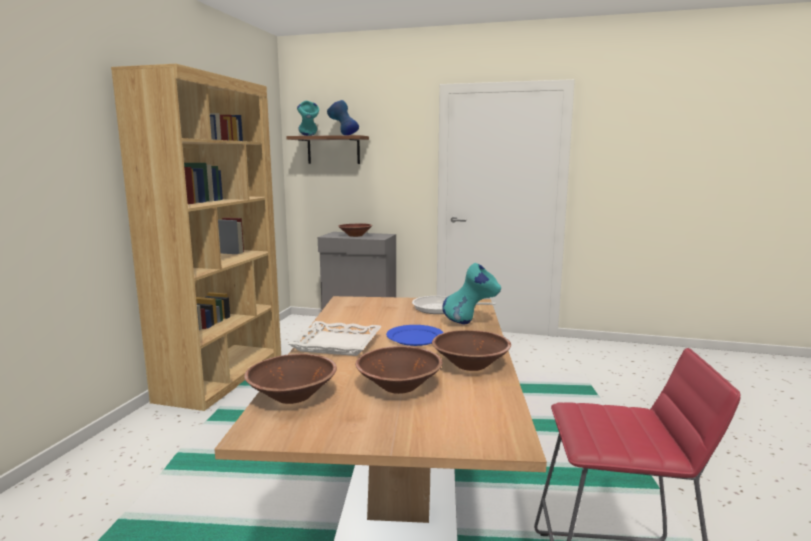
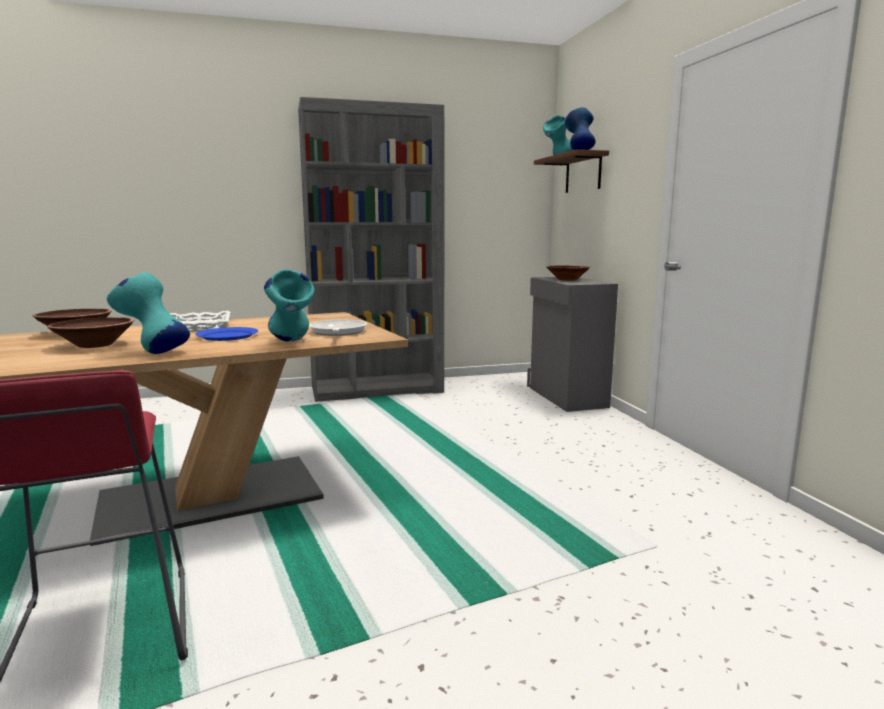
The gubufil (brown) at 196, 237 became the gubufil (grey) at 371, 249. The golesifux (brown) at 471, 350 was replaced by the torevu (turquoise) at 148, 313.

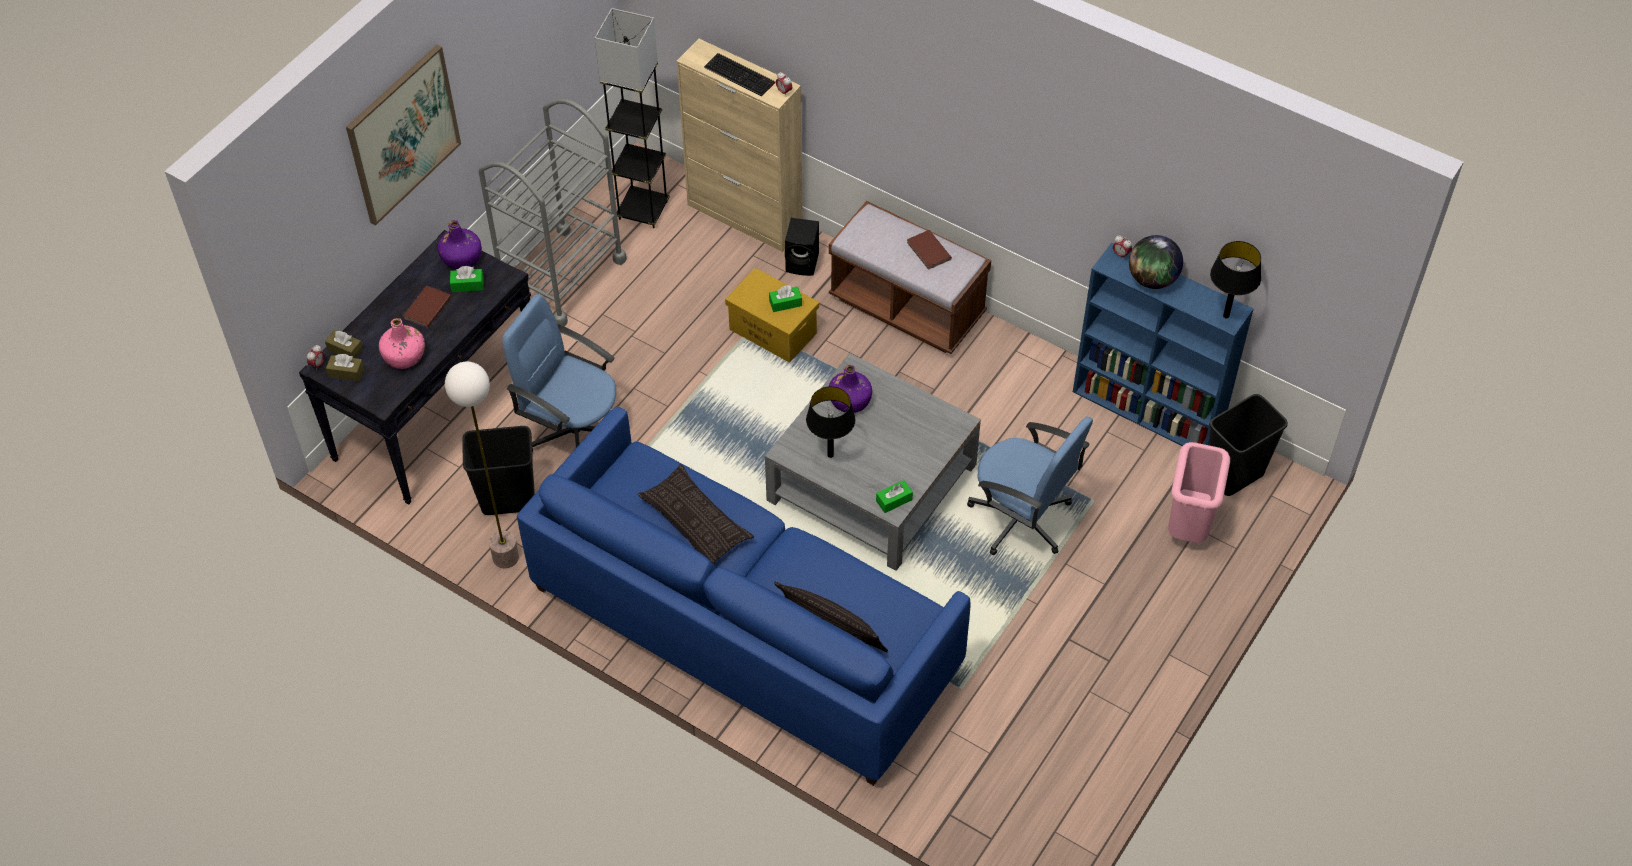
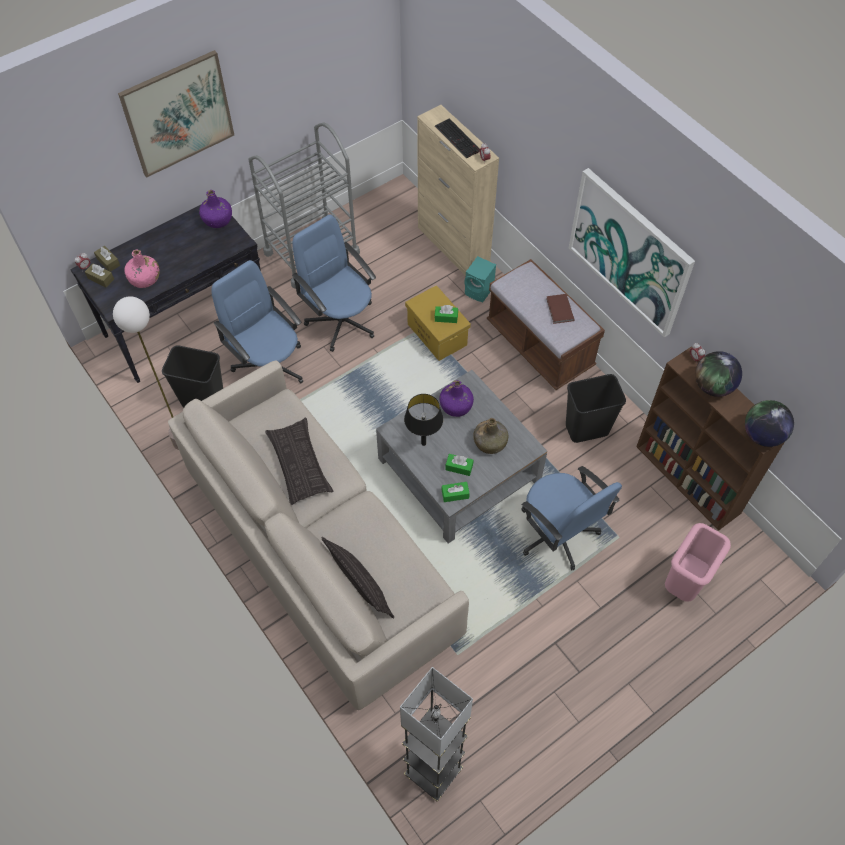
The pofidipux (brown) at 427, 306 disappeared. The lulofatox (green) moved from 467, 279 to 459, 465. The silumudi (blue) at 744, 596 became the silumudi (beige) at 318, 535. The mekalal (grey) moved from 632, 118 to 436, 734. The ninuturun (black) at 802, 247 became the ninuturun (turquoise) at 480, 279. The gubufil (blue) at 1163, 344 became the gubufil (brown) at 710, 438. The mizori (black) moved from 1248, 445 to 596, 408. The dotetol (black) at 1235, 279 was replaced by the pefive at 769, 423. The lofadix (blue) at 334, 283 appeared. The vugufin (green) at 490, 436 appeared. The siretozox at 632, 253 appeared.

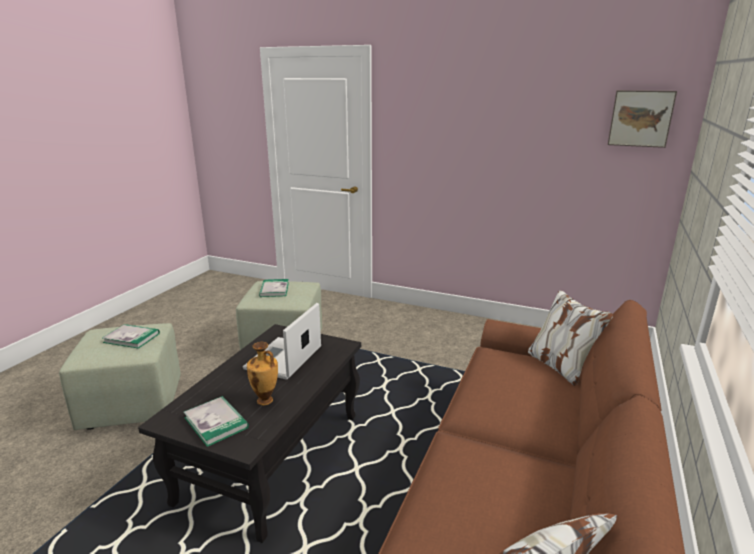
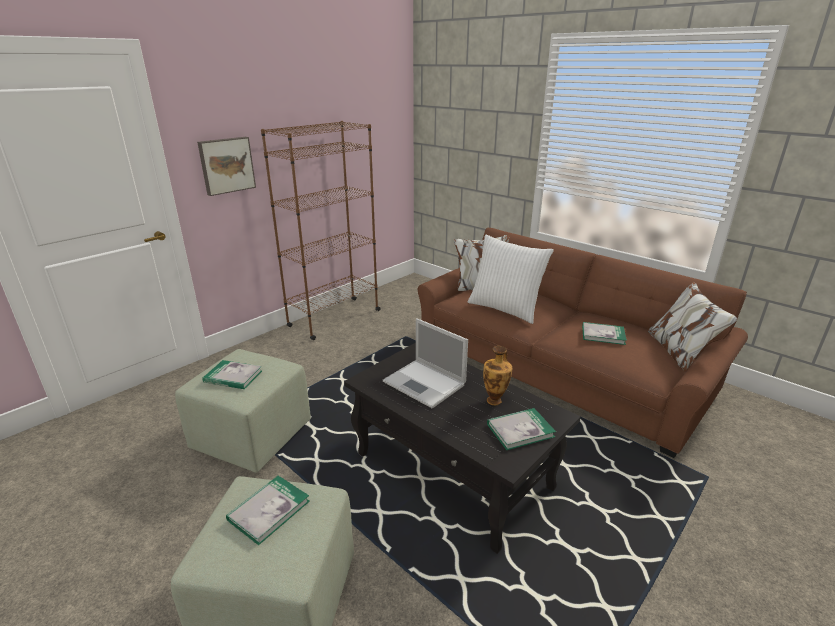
The siretozox moved from 642, 119 to 226, 166. The gubufil (brown) at 320, 230 appeared. The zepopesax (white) at 511, 279 appeared. The pofidipux at 604, 333 appeared.

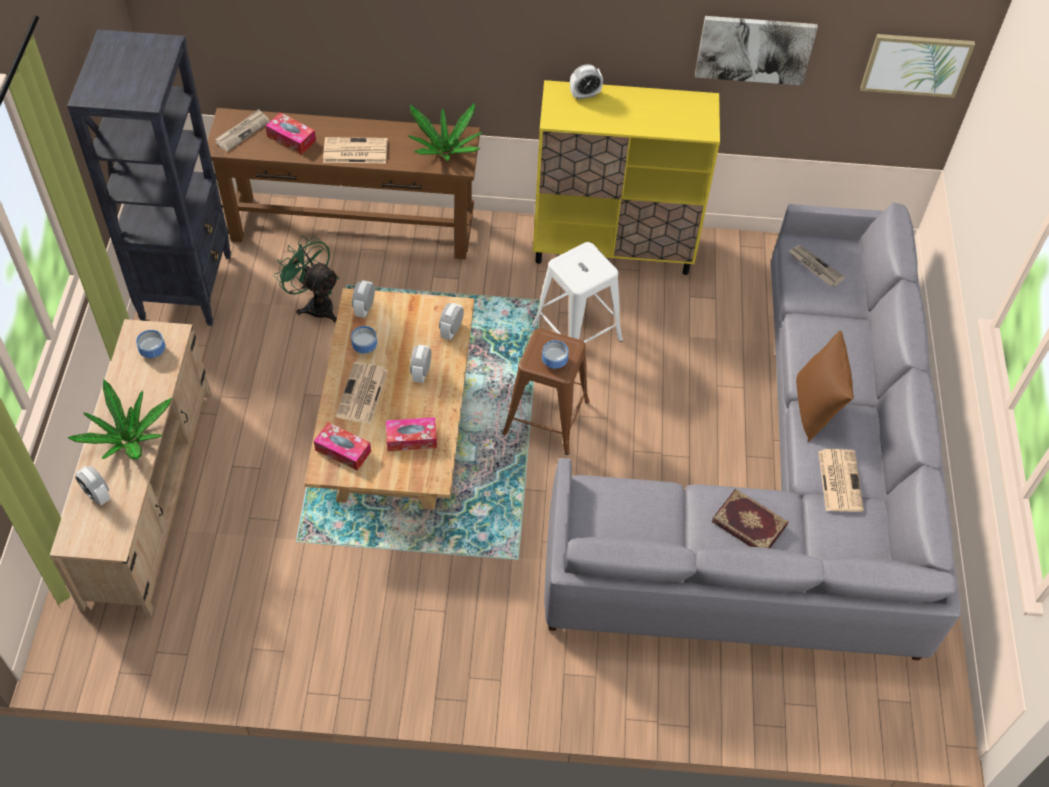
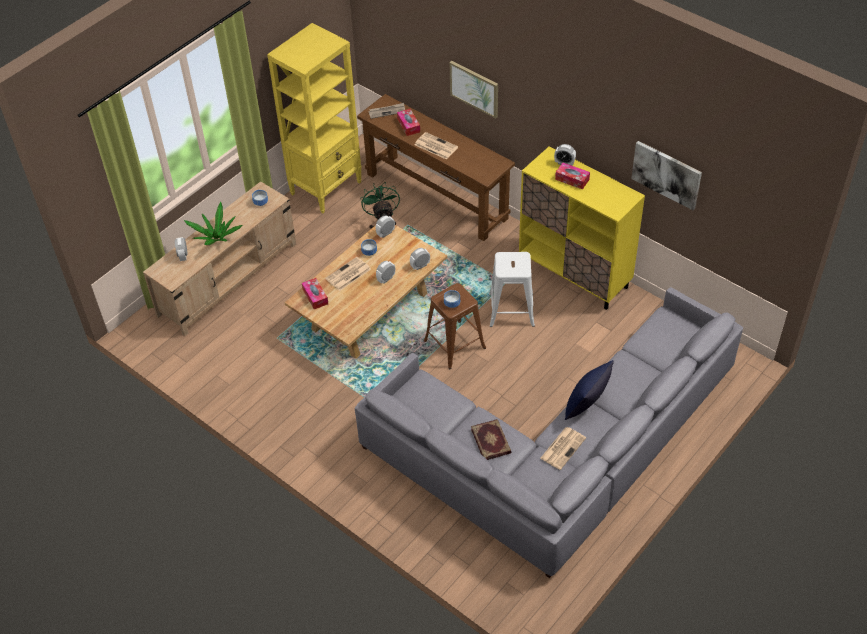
The gubufil (black) at 149, 177 became the gubufil (yellow) at 314, 118. The lulofatox moved from 411, 434 to 572, 176. The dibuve at 445, 132 disappeared. The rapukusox at 817, 266 disappeared. The zepopesax (brown) at 825, 386 became the zepopesax (blue) at 589, 390. The siretozox moved from 917, 66 to 474, 90.

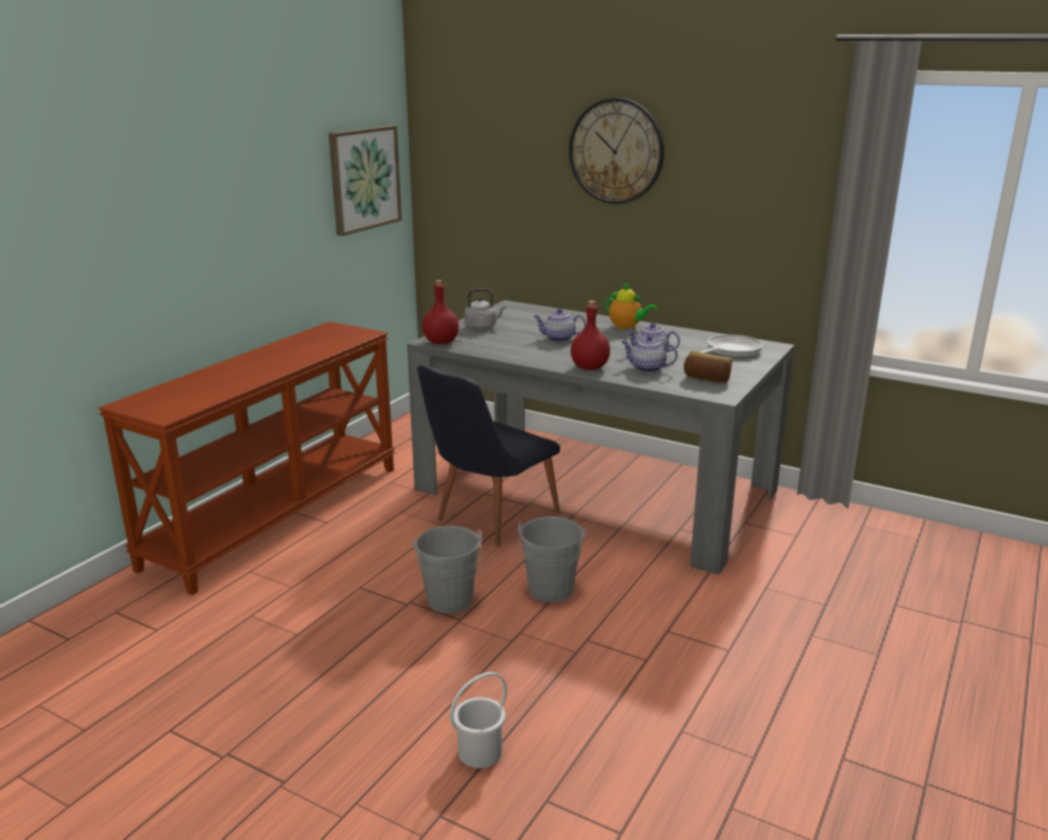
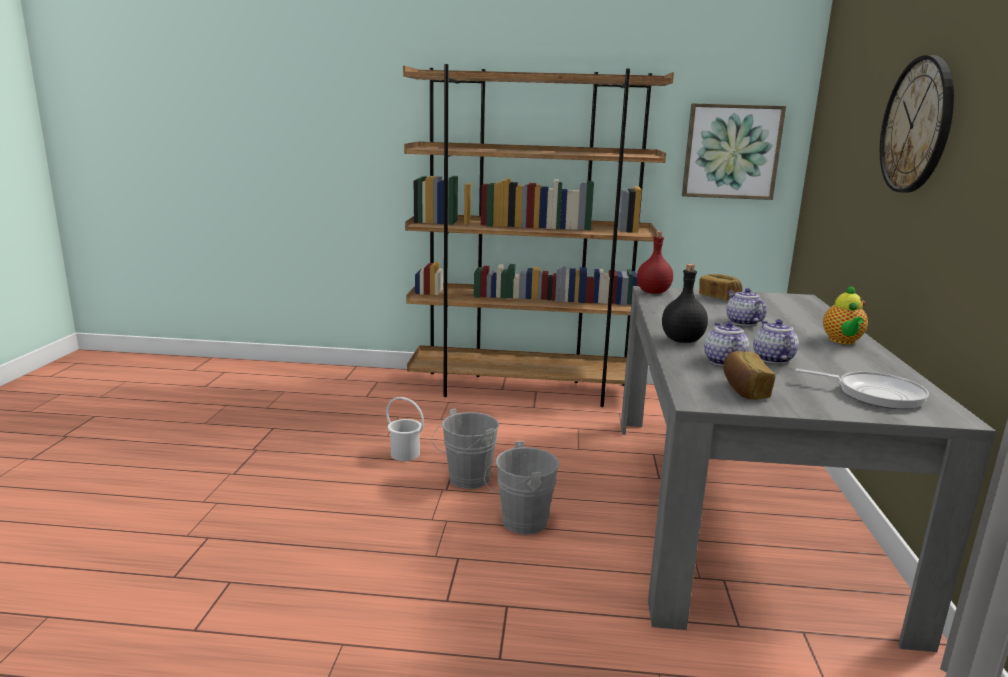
The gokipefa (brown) at 246, 458 was replaced by the gubufil (brown) at 538, 235. The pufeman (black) at 488, 455 disappeared. The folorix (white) moved from 478, 720 to 405, 429. The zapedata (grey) at 485, 308 was replaced by the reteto at 720, 287. The vugufin (red) at 590, 335 became the vugufin (black) at 685, 303.

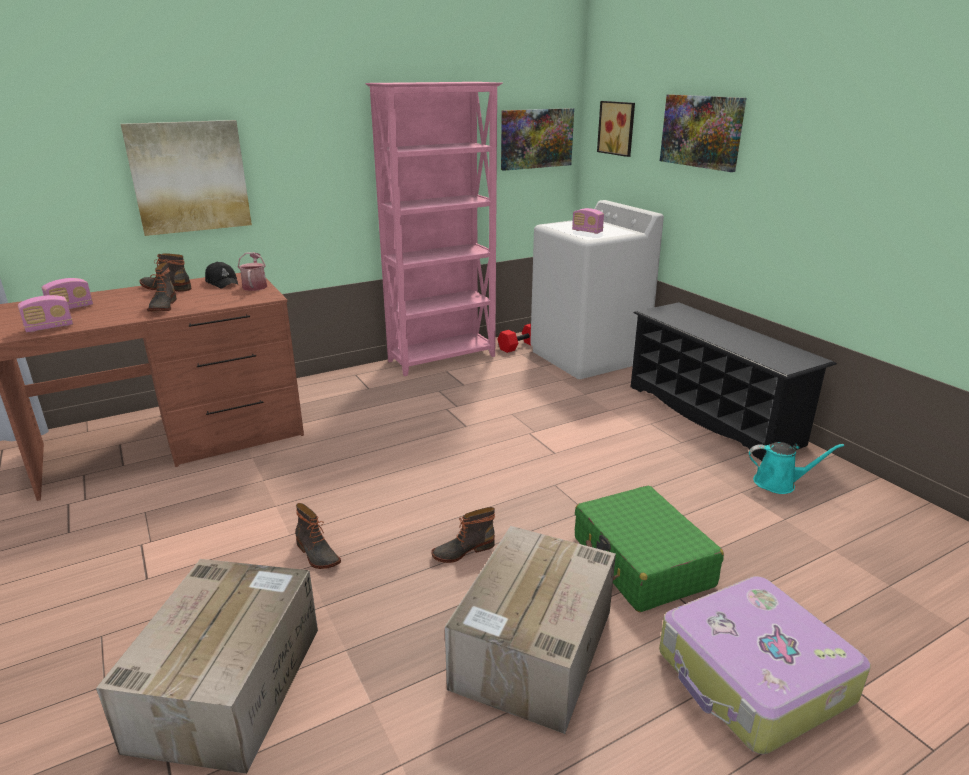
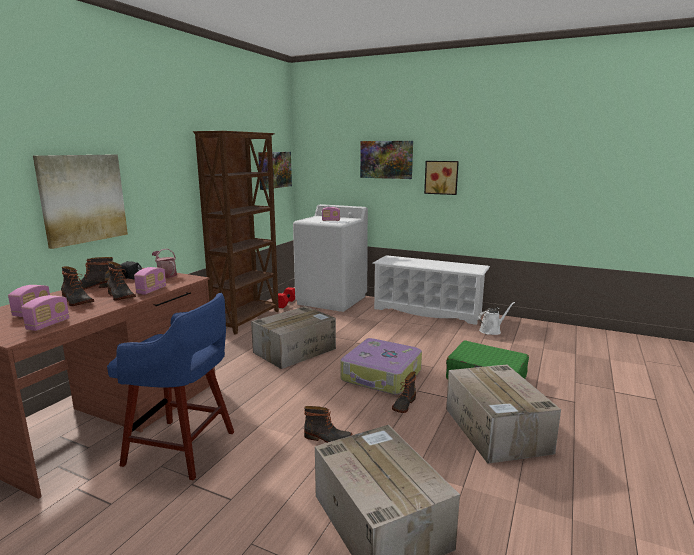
The gubufil (pink) at 434, 229 became the gubufil (brown) at 236, 233. The siretozox moved from 616, 129 to 441, 178. The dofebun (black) at 734, 381 became the dofebun (white) at 431, 290. The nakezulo moved from 765, 665 to 381, 366. The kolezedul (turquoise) at 796, 468 became the kolezedul (white) at 496, 318. The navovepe at 77, 286 appeared. The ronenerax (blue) at 170, 386 appeared. The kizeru at 150, 281 appeared. The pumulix at 293, 337 appeared.

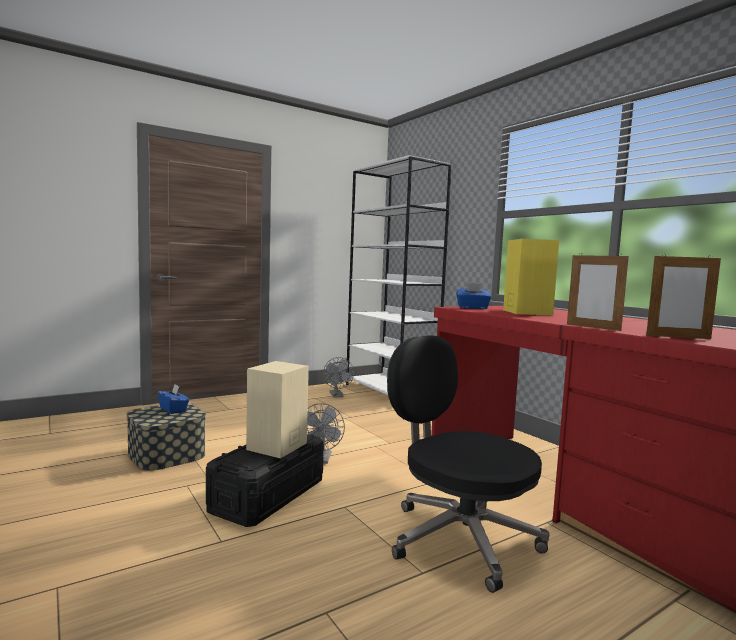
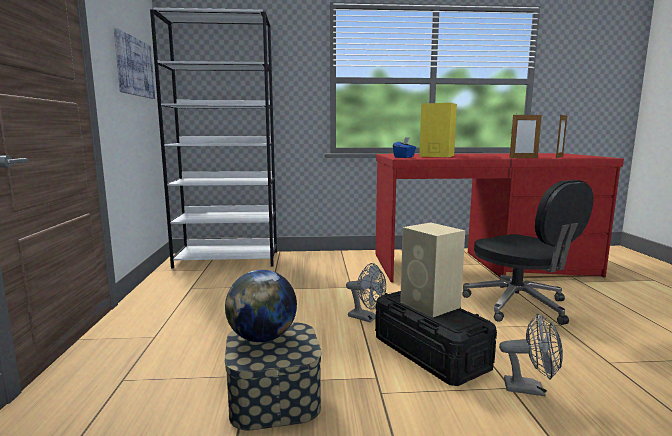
The lulofatox (blue) at 173, 399 was replaced by the pefive at 261, 306. The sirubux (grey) moved from 338, 377 to 531, 354. The lofadix (black) at 468, 464 turned 105 degrees counterclockwise. The siretozox at 134, 63 appeared.

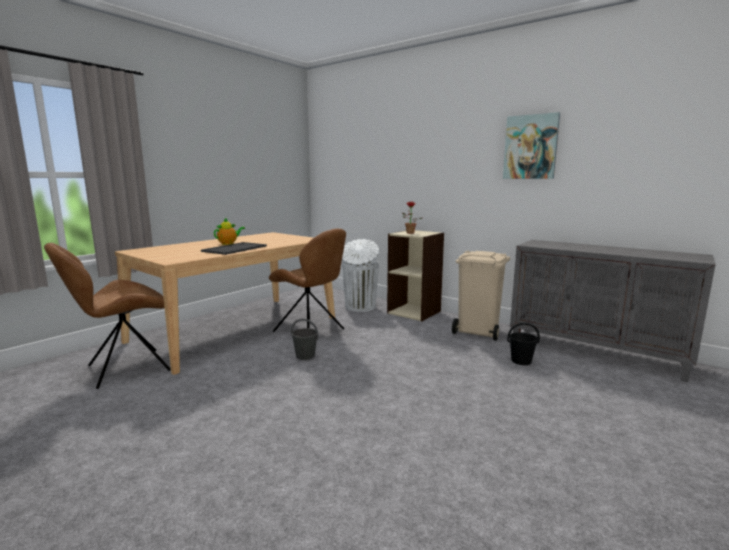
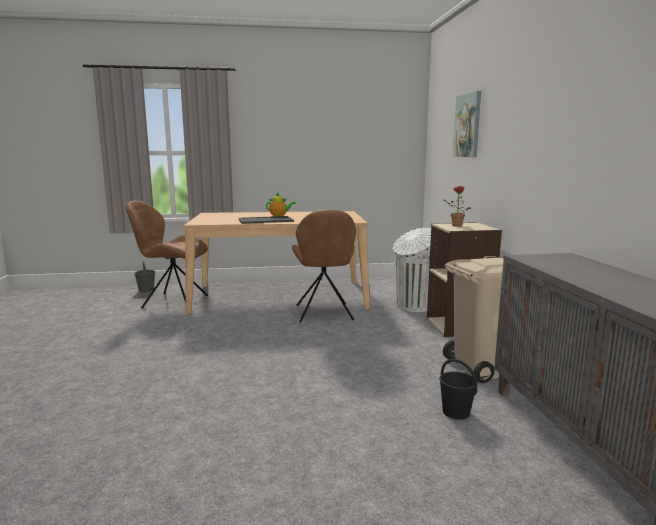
The folorix (grey) moved from 305, 339 to 144, 276. The siretozox moved from 531, 145 to 467, 124.

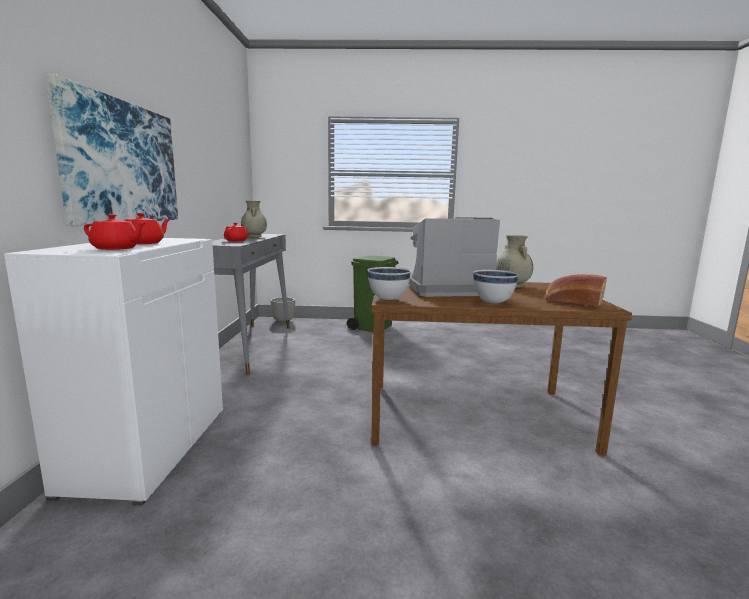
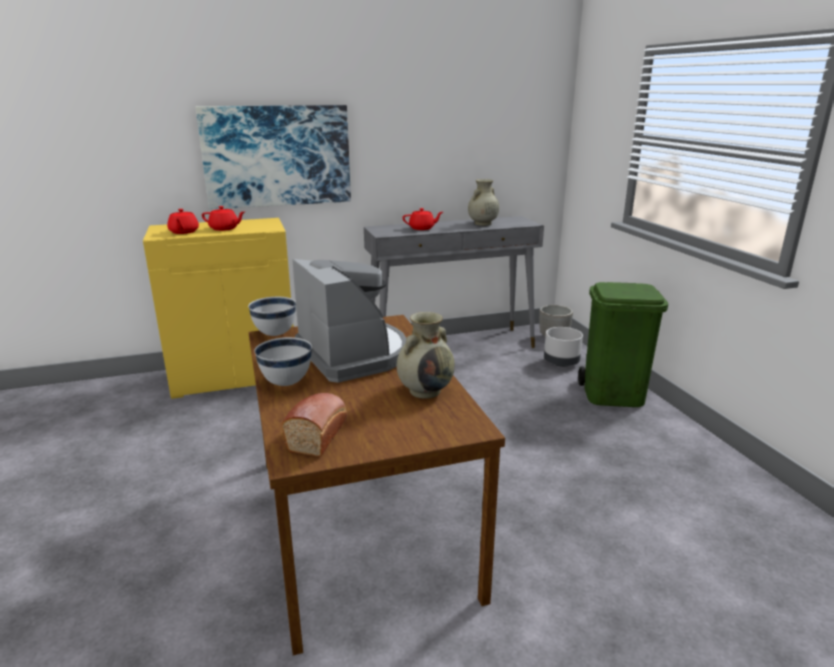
The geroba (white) at 113, 372 became the geroba (yellow) at 218, 308. The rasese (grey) at 563, 347 appeared.

